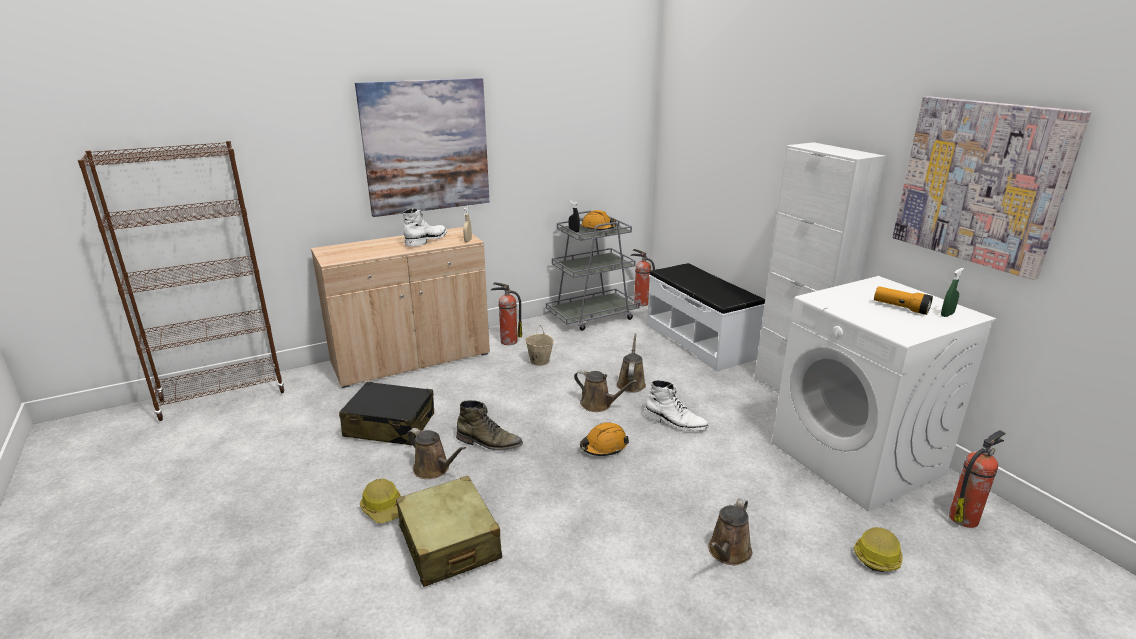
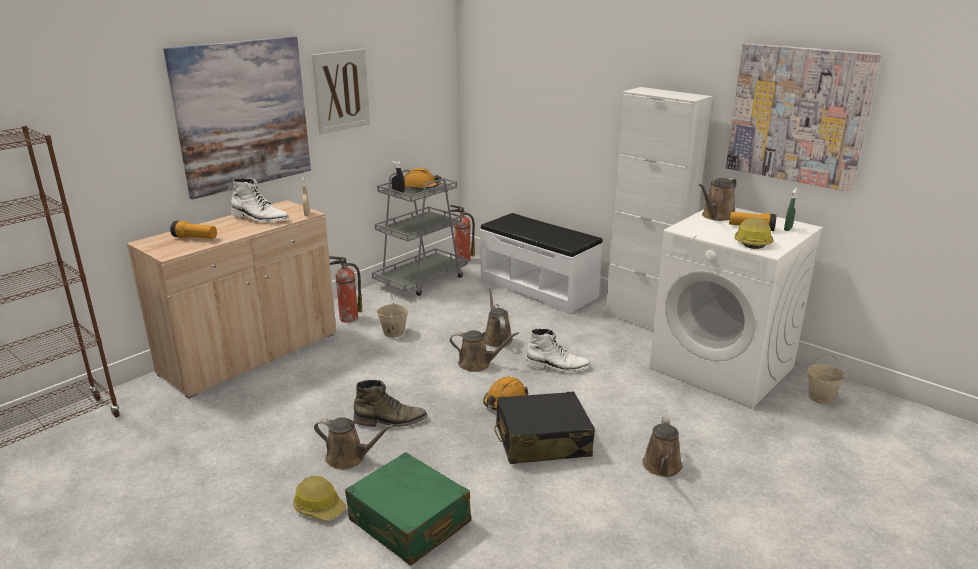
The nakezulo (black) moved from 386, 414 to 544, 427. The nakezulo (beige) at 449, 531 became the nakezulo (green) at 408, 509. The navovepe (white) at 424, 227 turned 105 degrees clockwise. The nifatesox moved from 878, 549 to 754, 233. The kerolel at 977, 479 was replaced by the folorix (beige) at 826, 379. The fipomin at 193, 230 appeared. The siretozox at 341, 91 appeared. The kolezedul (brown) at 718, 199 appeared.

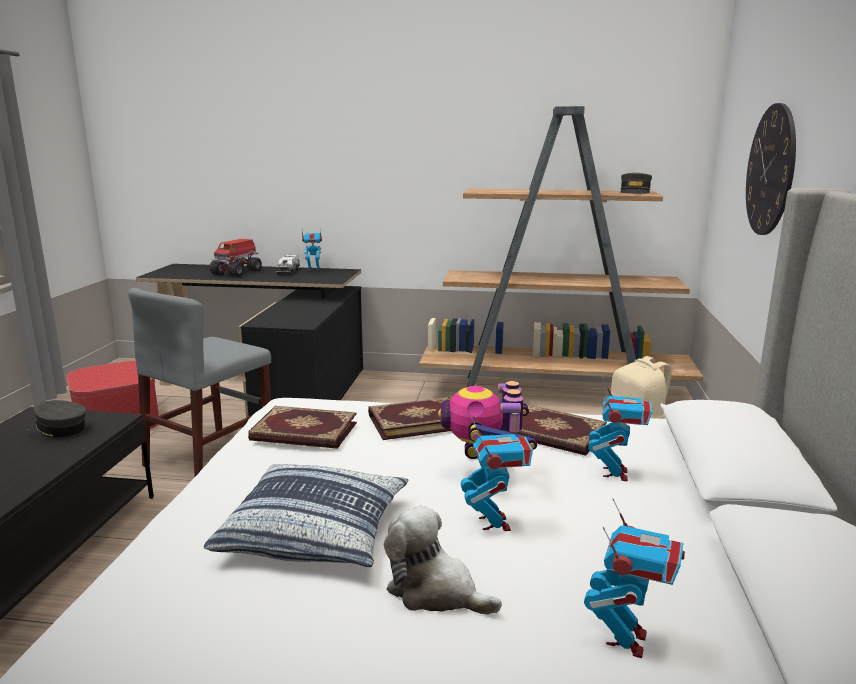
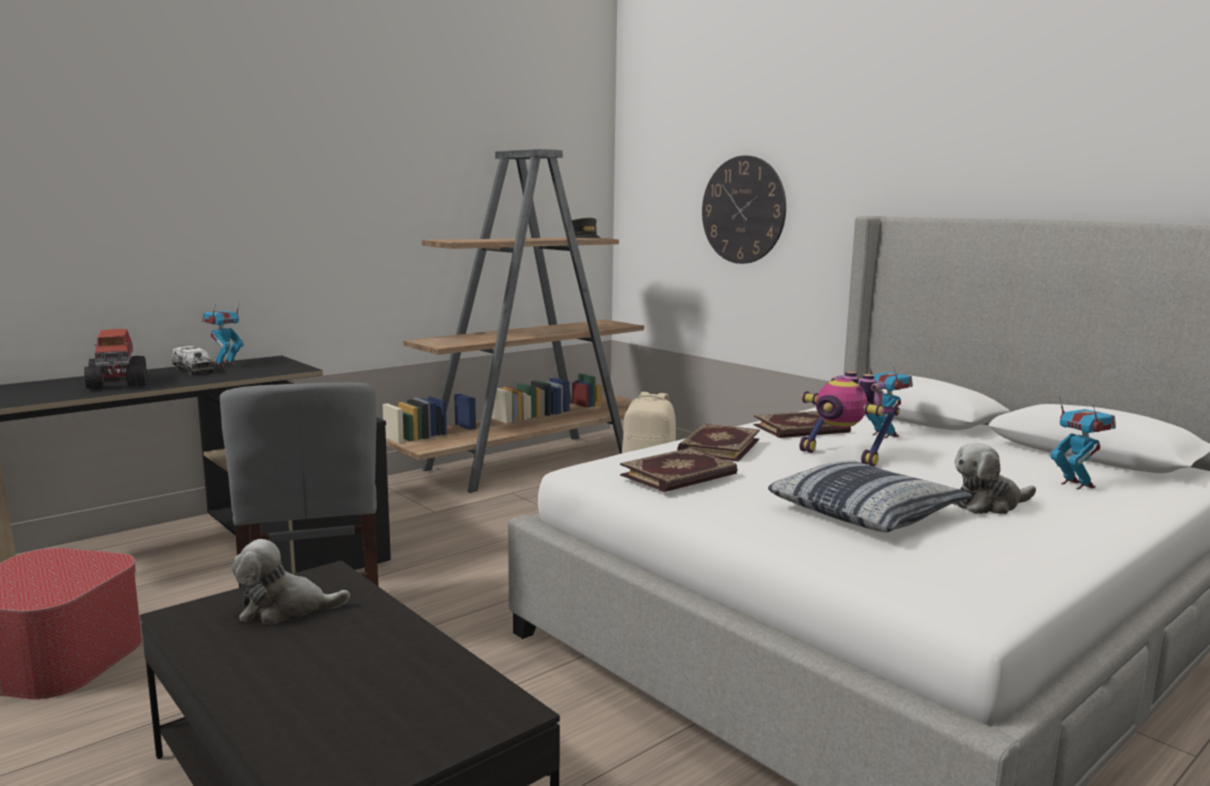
The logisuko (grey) at 56, 419 was replaced by the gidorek at 290, 581. The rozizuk at 497, 474 disappeared.

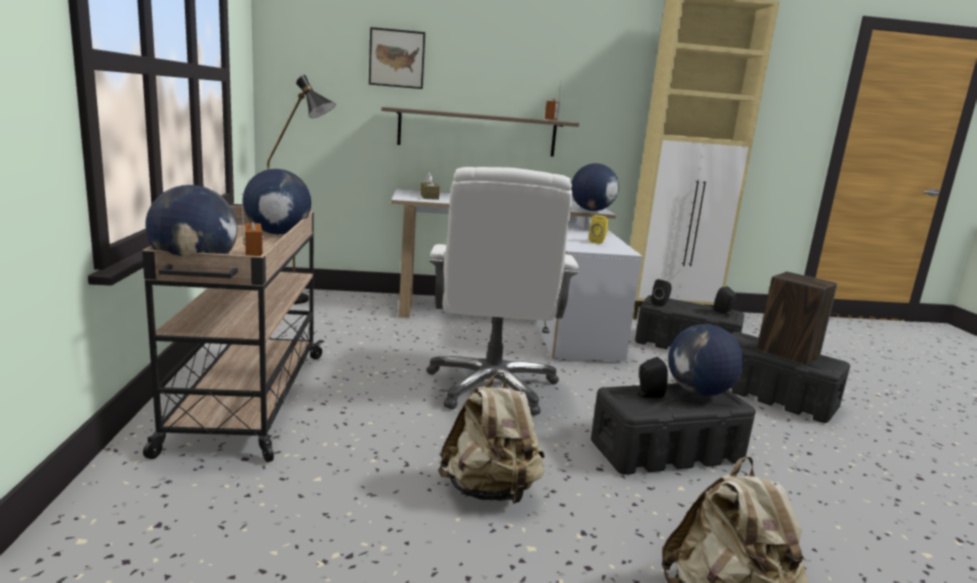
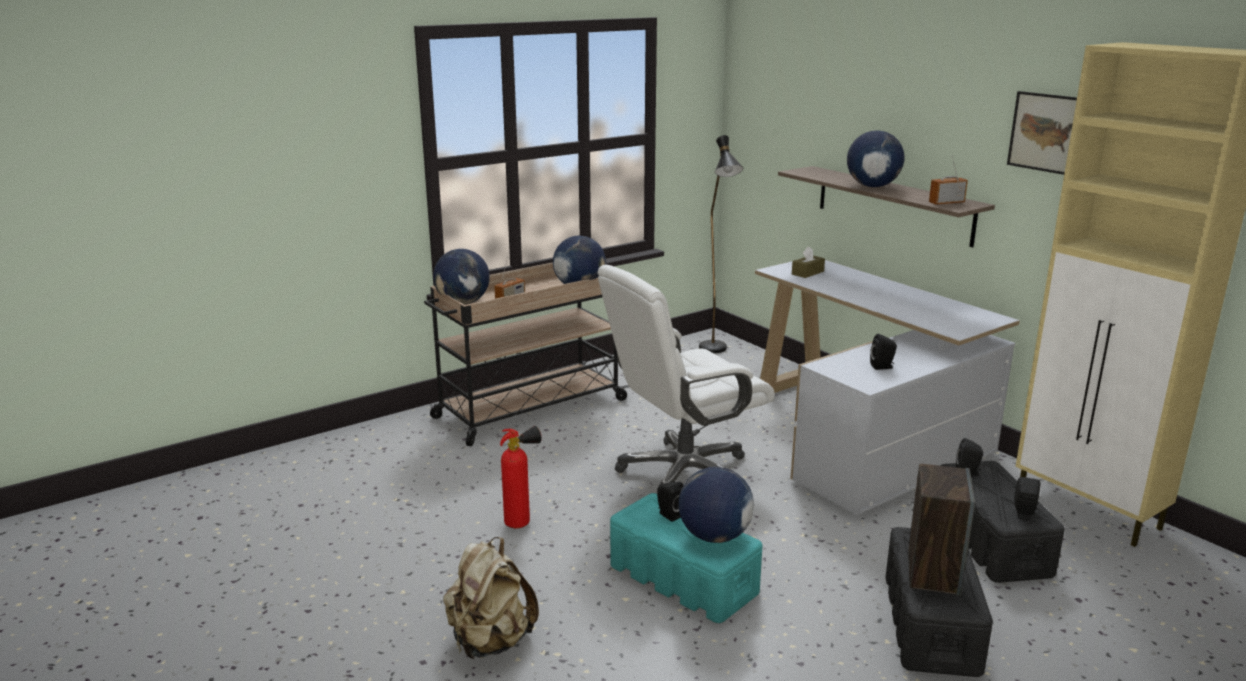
The siretozox moved from 397, 58 to 1042, 133. The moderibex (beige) at 491, 438 was replaced by the kerolel at 521, 477. The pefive moved from 595, 187 to 875, 158. The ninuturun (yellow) at 598, 229 became the ninuturun (black) at 883, 352. The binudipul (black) at 673, 429 became the binudipul (turquoise) at 686, 558.

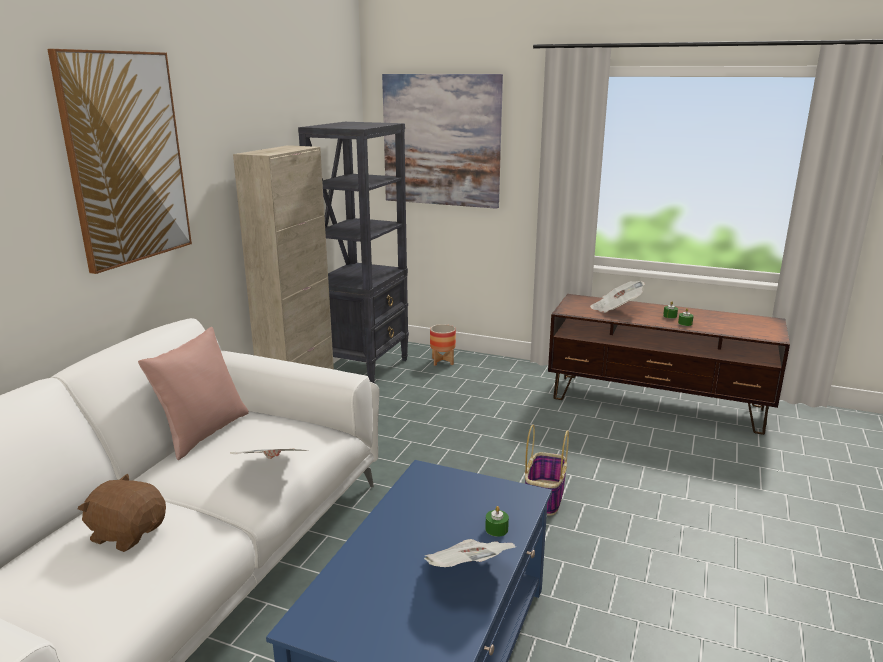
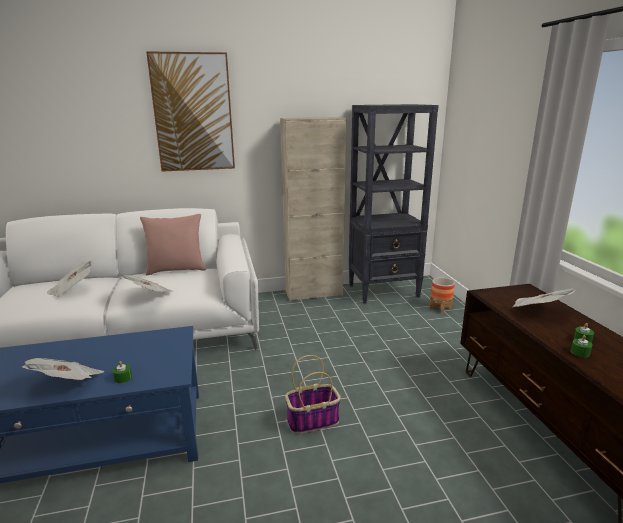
The gidorek (brown) at 122, 513 was replaced by the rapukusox at 70, 279. The siretozox at 442, 141 disappeared.

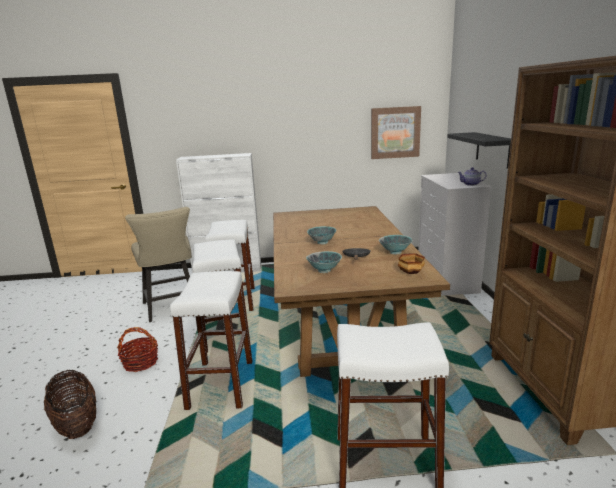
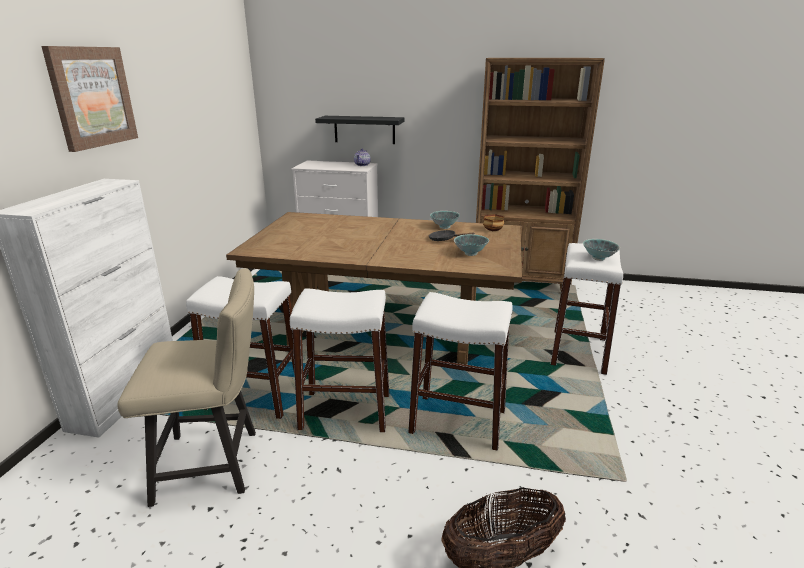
The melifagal at 137, 349 disappeared. The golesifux moved from 322, 235 to 601, 250. The siretozox moved from 396, 132 to 89, 99.

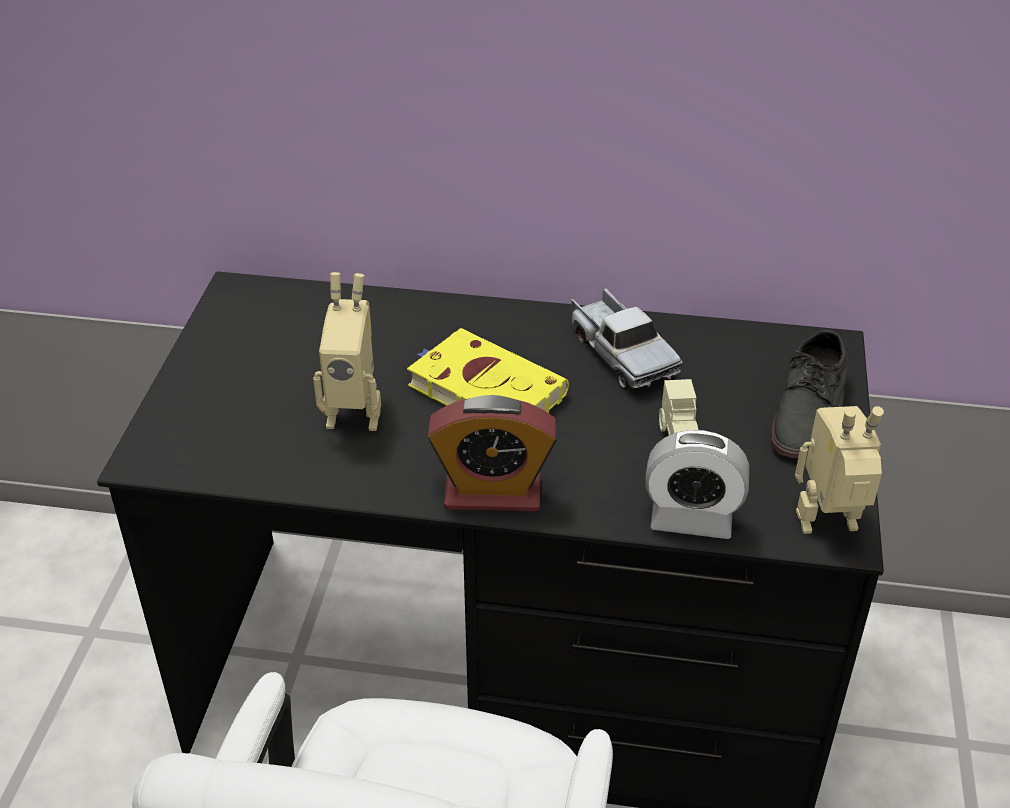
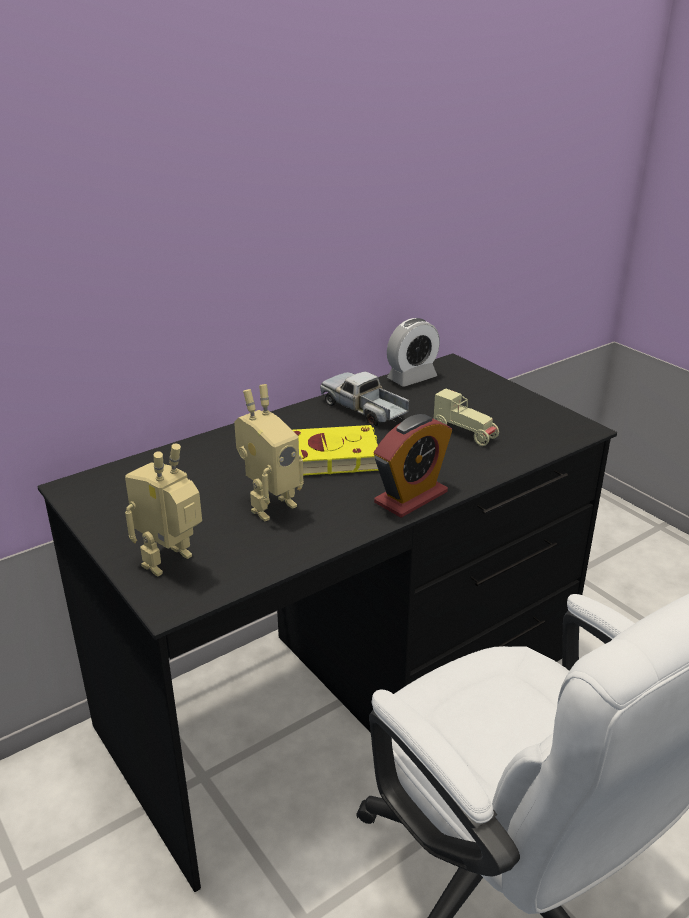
The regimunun at 627, 339 turned 150 degrees counterclockwise. The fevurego moved from 697, 484 to 413, 352. The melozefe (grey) at 809, 394 disappeared. The rozizuk moved from 839, 470 to 163, 509.

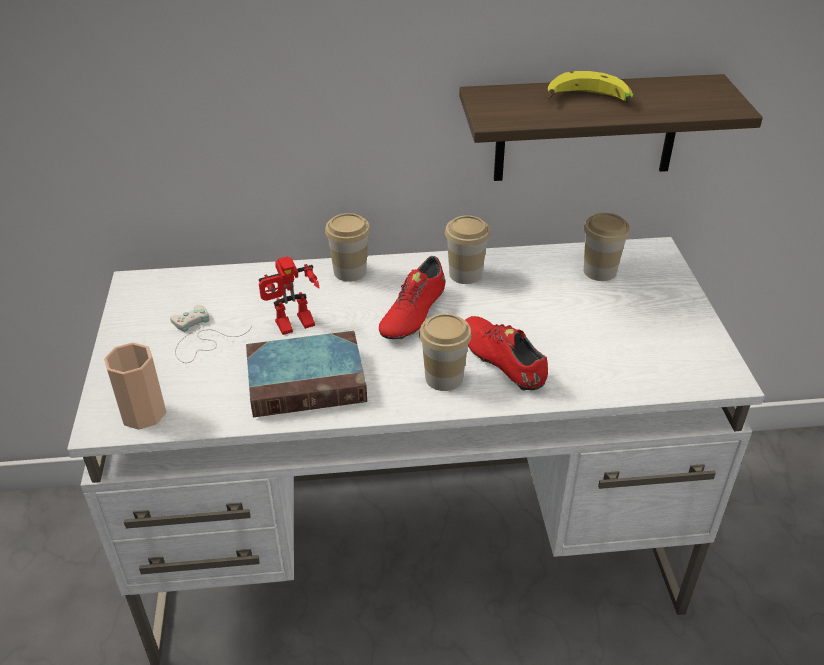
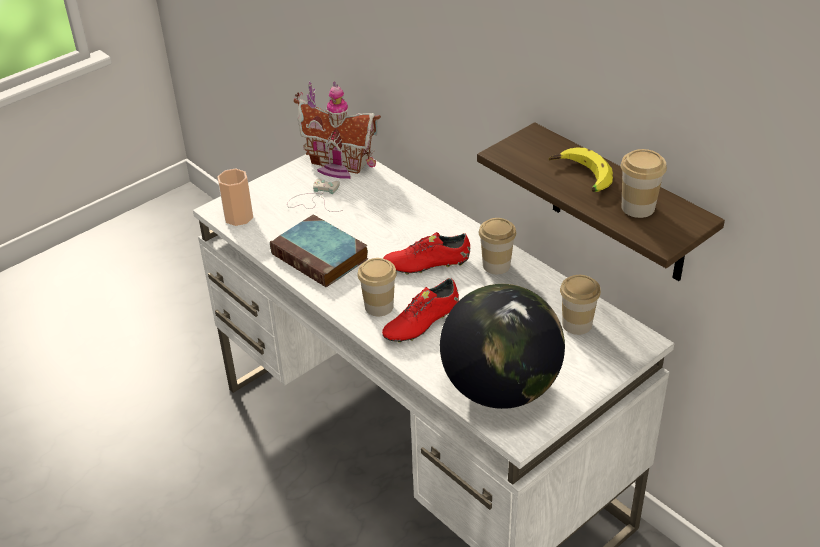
The rozizuk at 289, 295 disappeared. The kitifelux moved from 347, 247 to 644, 183. The melozefe (red) at 506, 353 turned 150 degrees counterclockwise. The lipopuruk at 337, 130 appeared. The pefive at 502, 346 appeared.

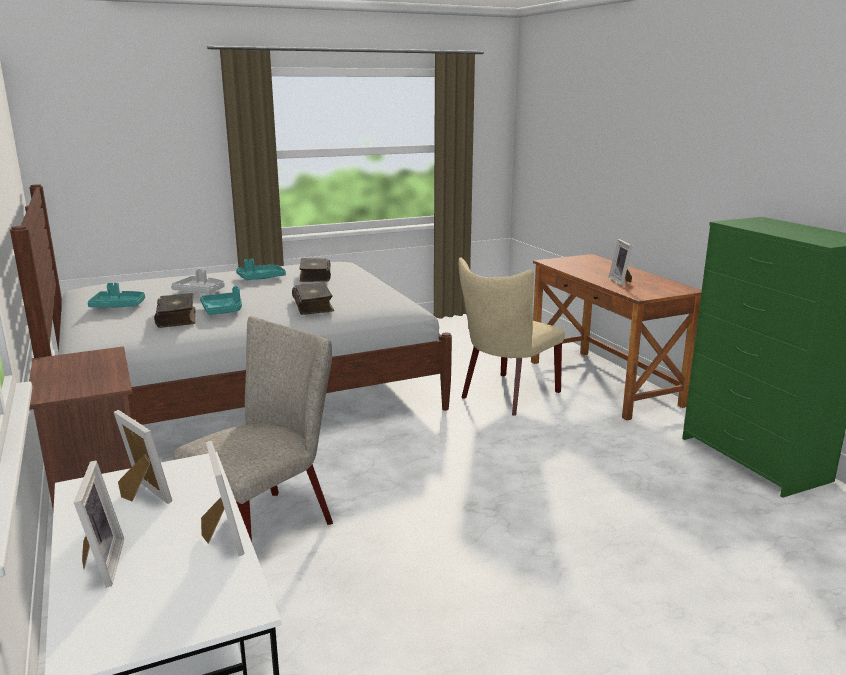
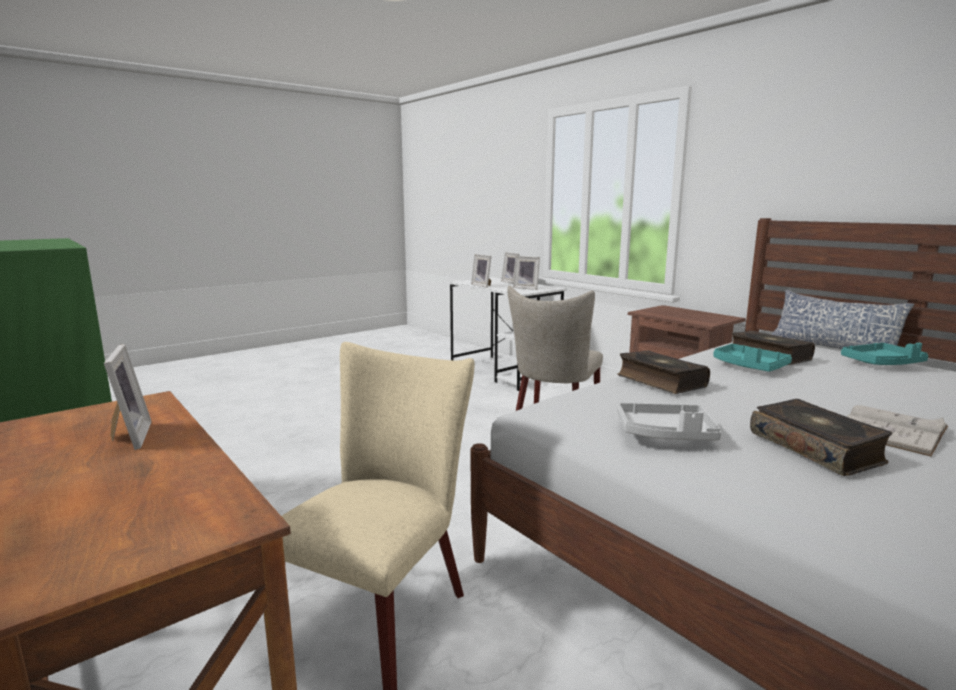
The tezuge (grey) moved from 198, 281 to 669, 421. The tezuge (turquoise) at 261, 269 was replaced by the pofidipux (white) at 897, 431. The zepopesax at 842, 319 appeared.

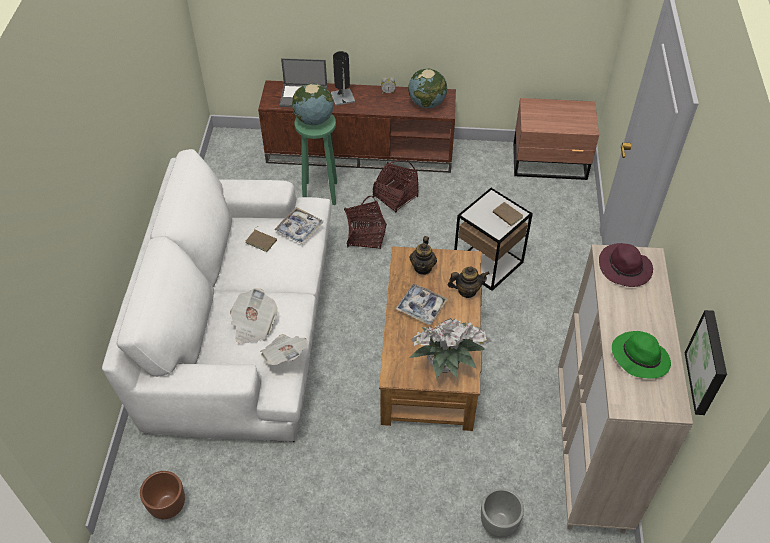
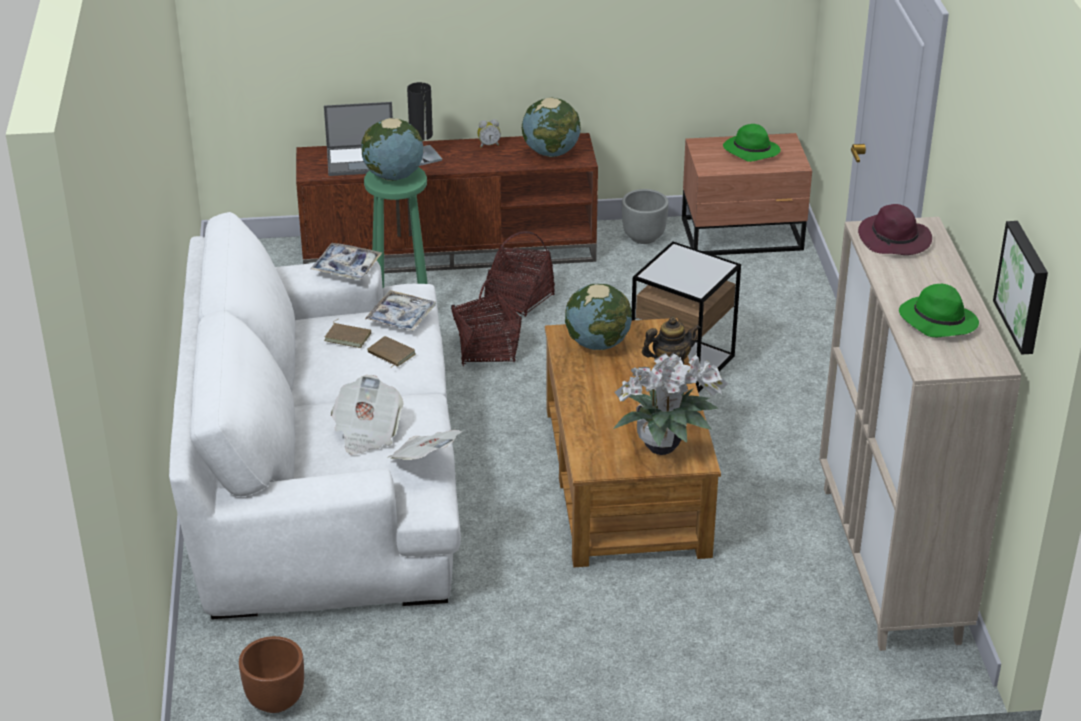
The tezuge moved from 421, 304 to 346, 261. The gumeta at 423, 255 was replaced by the pefive at 598, 317. The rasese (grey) moved from 502, 513 to 645, 216. The pofidipux (brown) moved from 508, 214 to 391, 351. The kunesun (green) at 752, 143 appeared.

